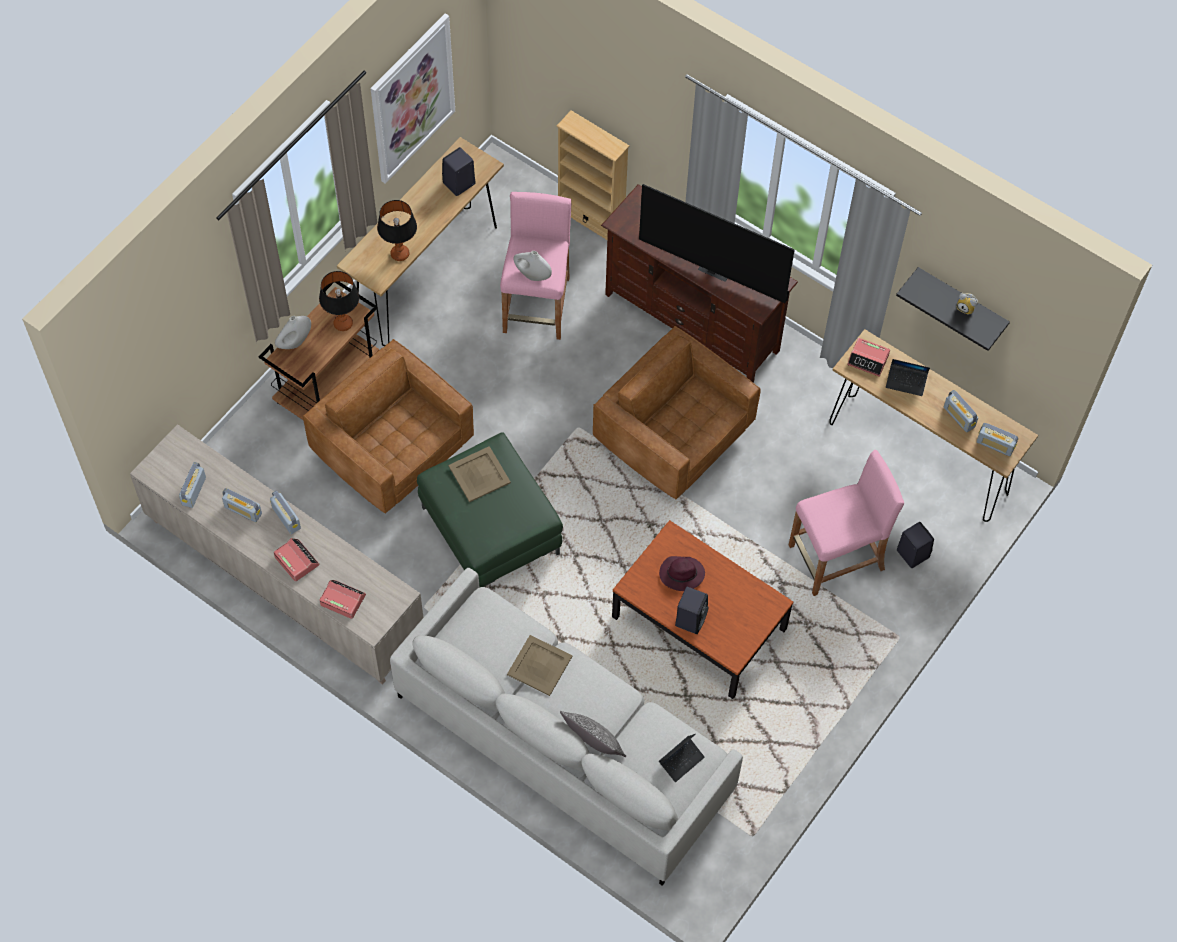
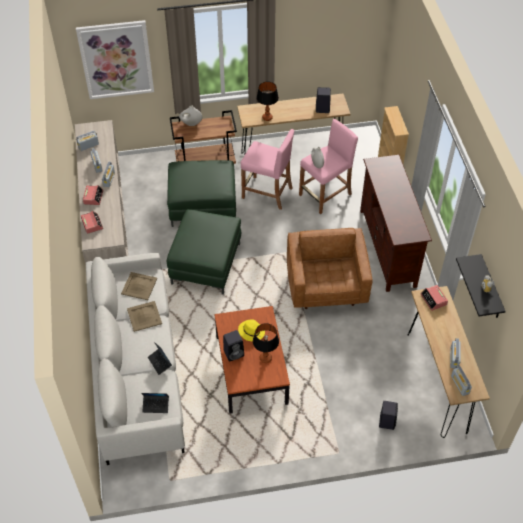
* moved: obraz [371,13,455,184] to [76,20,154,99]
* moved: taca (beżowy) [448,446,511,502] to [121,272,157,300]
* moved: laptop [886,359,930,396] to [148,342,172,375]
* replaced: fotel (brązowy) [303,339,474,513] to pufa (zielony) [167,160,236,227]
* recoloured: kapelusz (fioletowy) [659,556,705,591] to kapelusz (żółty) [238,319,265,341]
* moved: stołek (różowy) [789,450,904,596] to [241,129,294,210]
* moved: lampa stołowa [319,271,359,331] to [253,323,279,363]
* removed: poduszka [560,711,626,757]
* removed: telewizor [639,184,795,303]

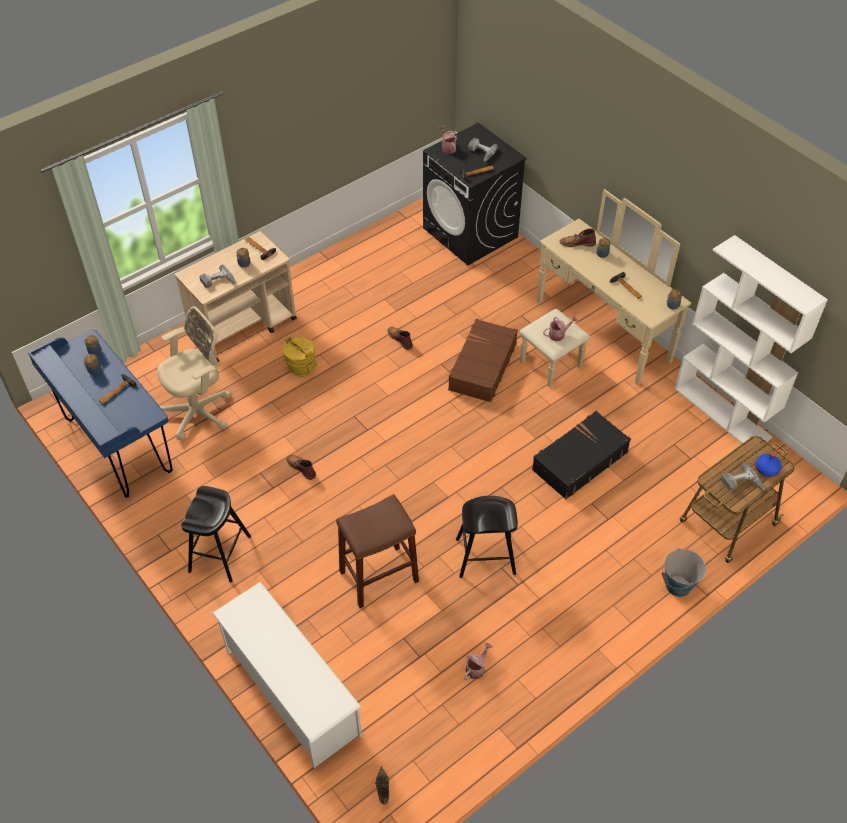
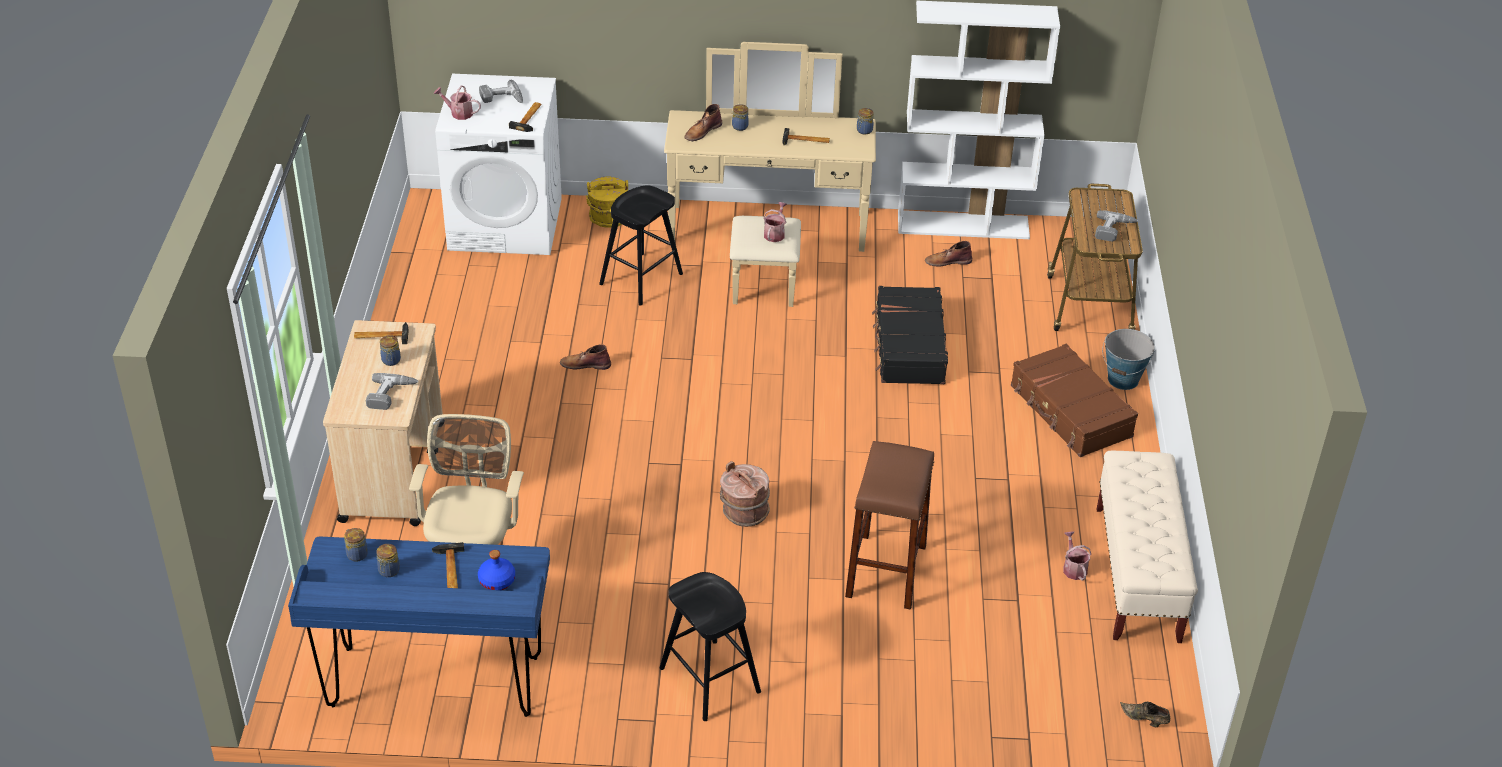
* recoloured: pralka (czarny) [423,122,527,265] to pralka (biały) [435,74,562,255]
* moved: butelka (niebieski) [755,451,781,477] to [478,550,515,590]
* moved: wiadro (żółty) [283,336,317,377] to [586,177,628,227]
* moved: stołek (czarny) [456,496,518,578] to [599,185,683,305]
* added: wiadro (brązowy) [720,461,770,527]
* moved: but z cholewką (brązowy) [286,455,316,480] to [925,241,972,267]
* moved: walizka (brązowy) [447,319,518,402] to [1011,344,1138,457]
* added: ławka (beżowy) [1097,451,1198,643]
* removed: regał na buty (biały) [213,582,362,768]

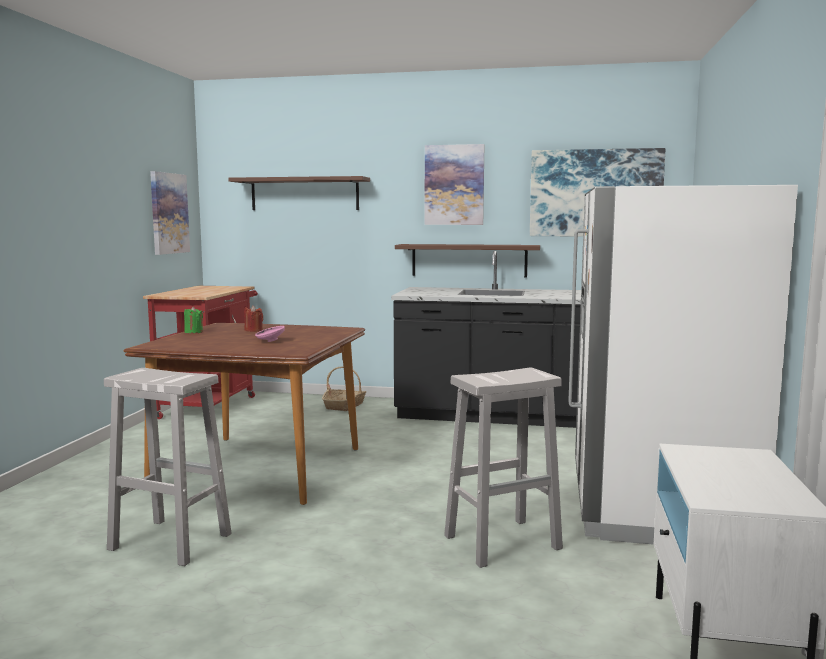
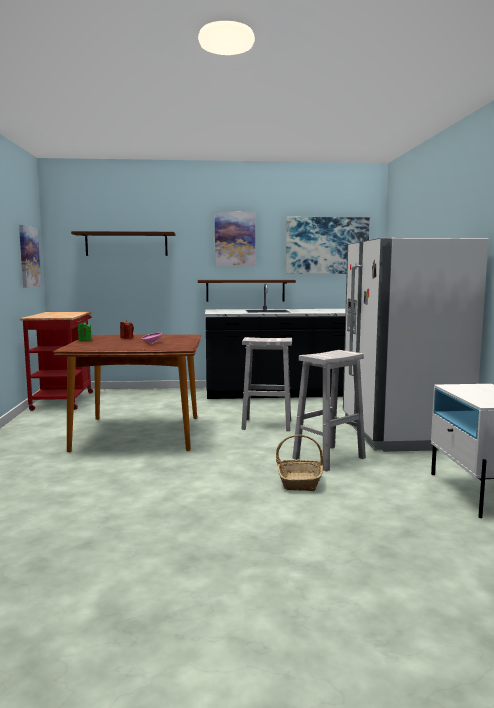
* moved: stołek (biały) [104,368,231,566] to [241,337,292,431]
* moved: koszyk [322,366,366,411] to [276,435,324,491]

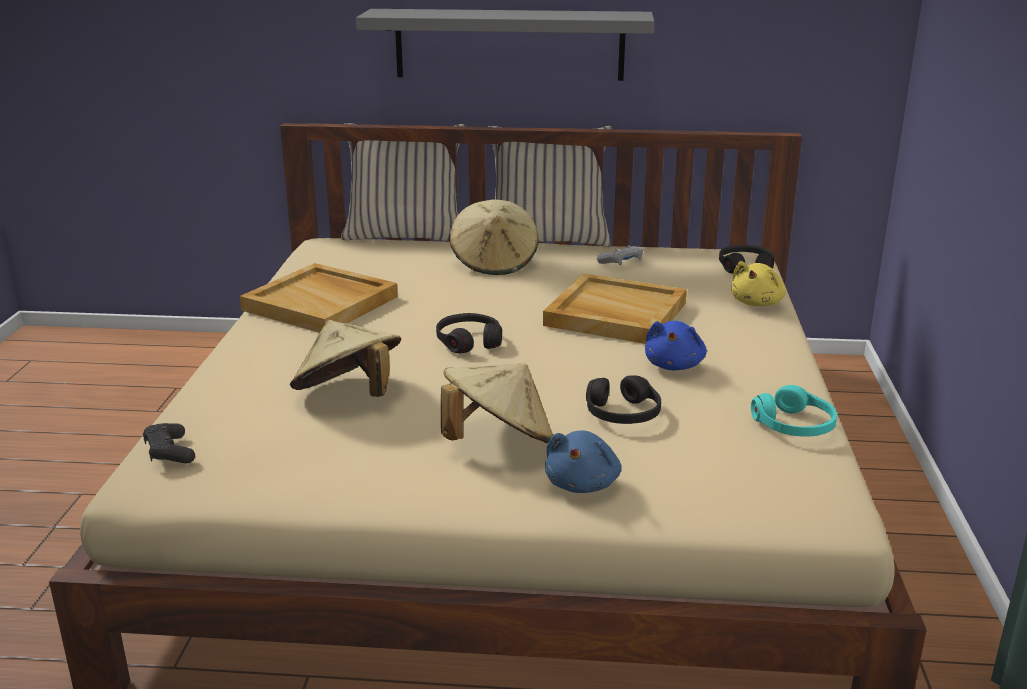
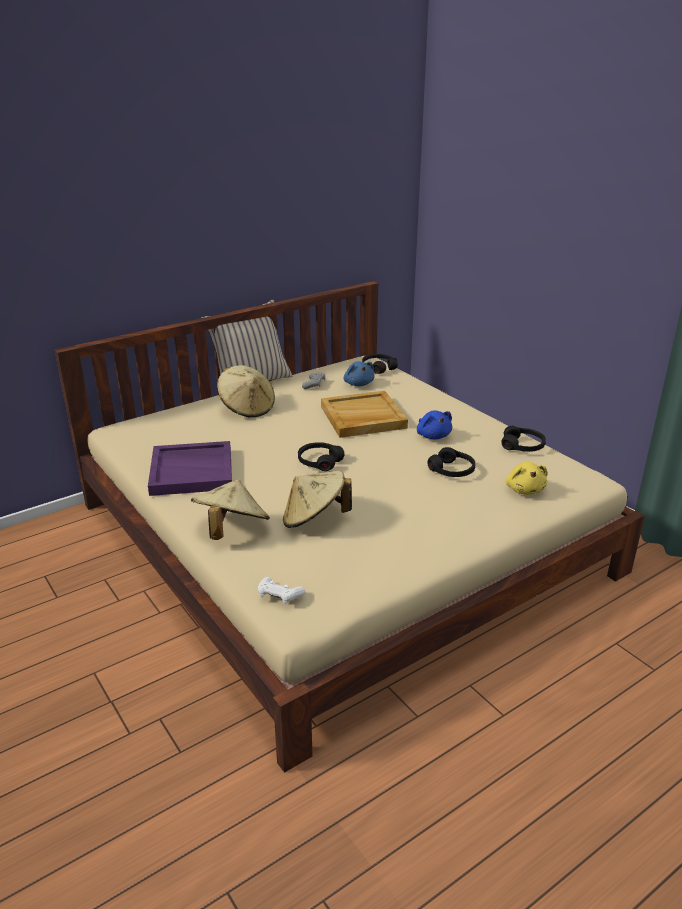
* recoloured: taca (beżowy) [240,263,398,333] to taca (fioletowy) [148,441,232,496]
* moved: kapelusz (beżowy) [441,363,553,443] to [191,479,270,540]
* recoloured: pad do gier (czarny) [143,423,195,463] to pad do gier (biały) [258,577,305,605]
* moved: pluszak (niebieski) [545,431,621,493] to [344,361,375,387]
* recoloured: słuchawki (turkusowy) [751,385,837,437] to słuchawki (czarny) [501,426,546,452]
* moved: pluszak (żółty) [731,261,786,306] to [506,462,548,495]
* removed: poduszka (beżowy) [341,123,466,241]
* removed: półka (szary) [356,9,654,81]

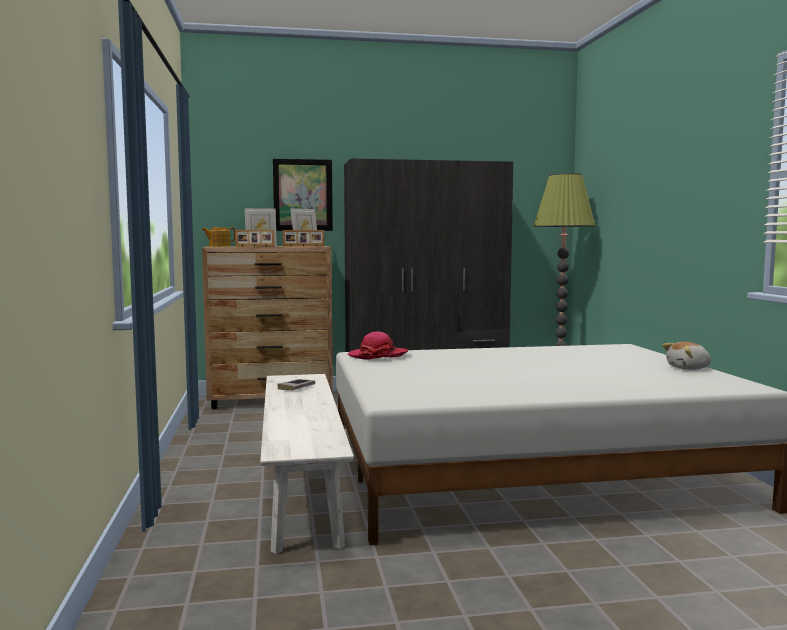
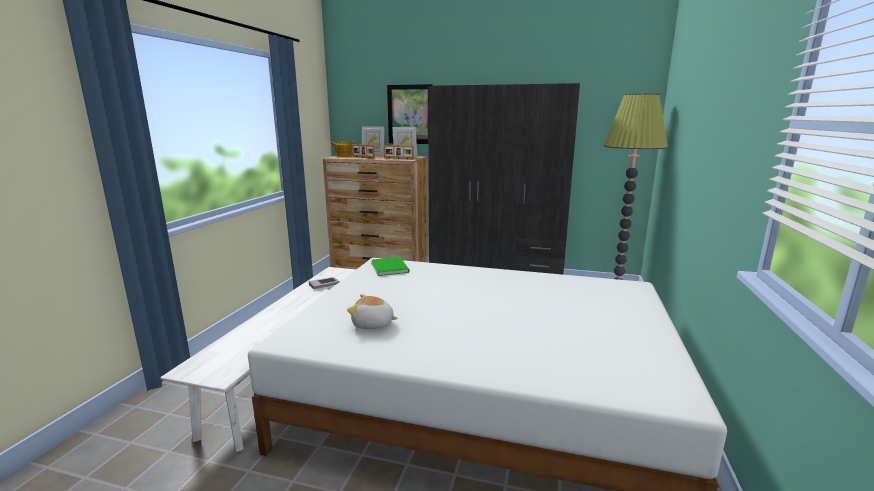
* moved: pluszak [662,342,711,370] to [347,294,398,329]
* replaced: kapelusz [348,332,409,360] to książka (zielony) [371,257,410,276]

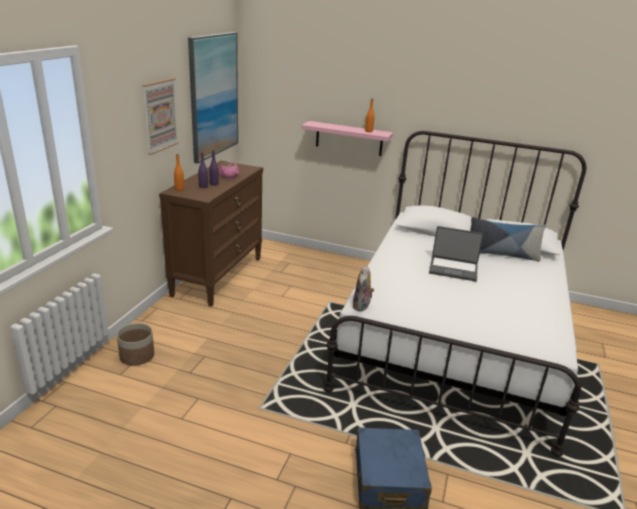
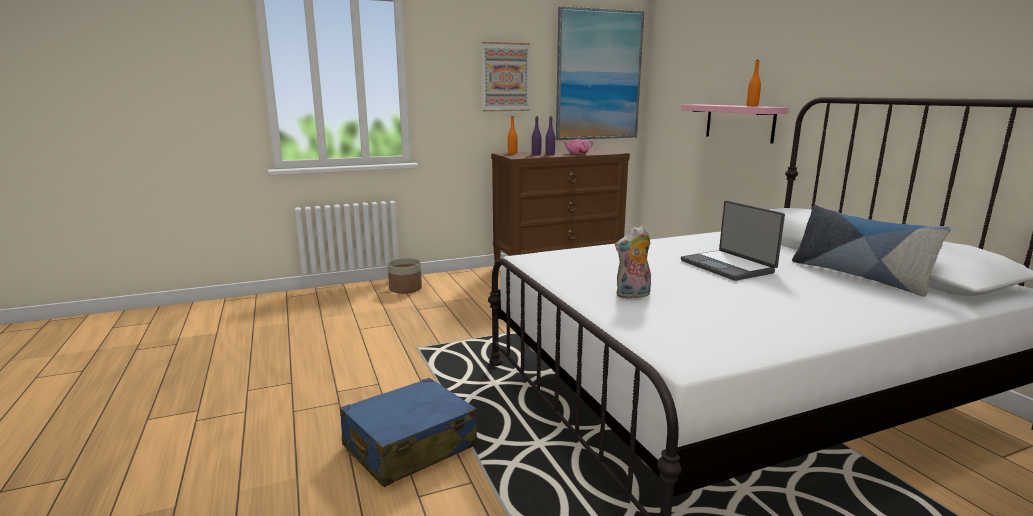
* moved: pluszak [352,266,374,312] to [615,225,651,299]

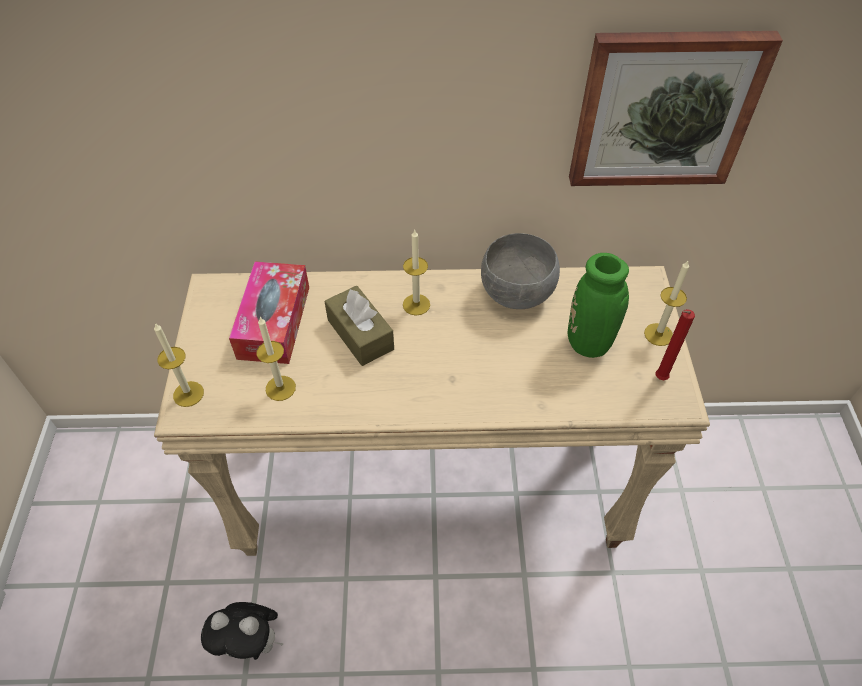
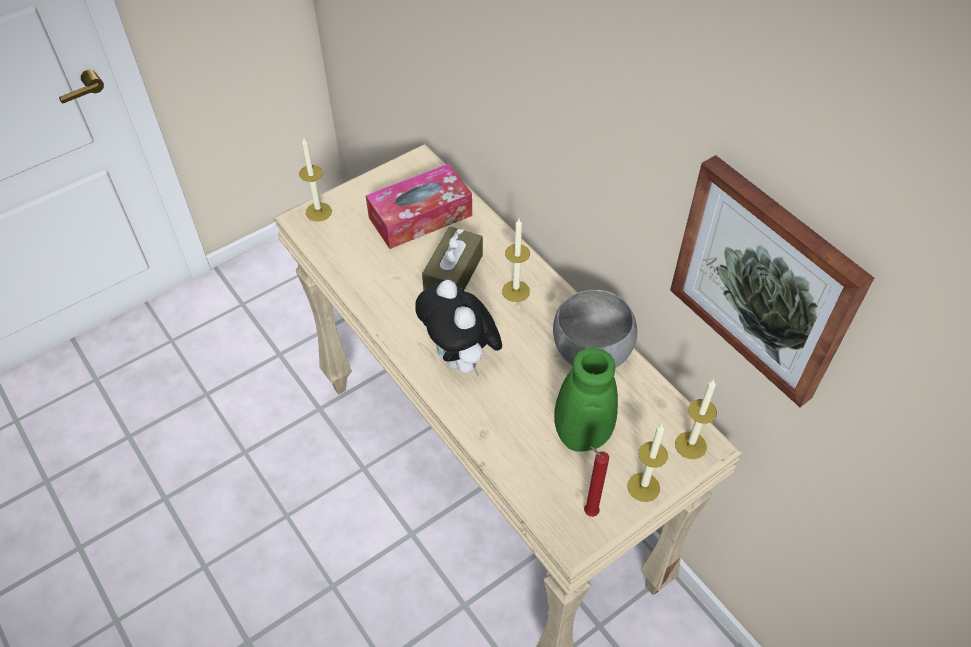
* moved: pluszak [201,602,284,660] to [415,280,502,377]
* moved: świeca [256,317,296,401] to [675,379,717,459]

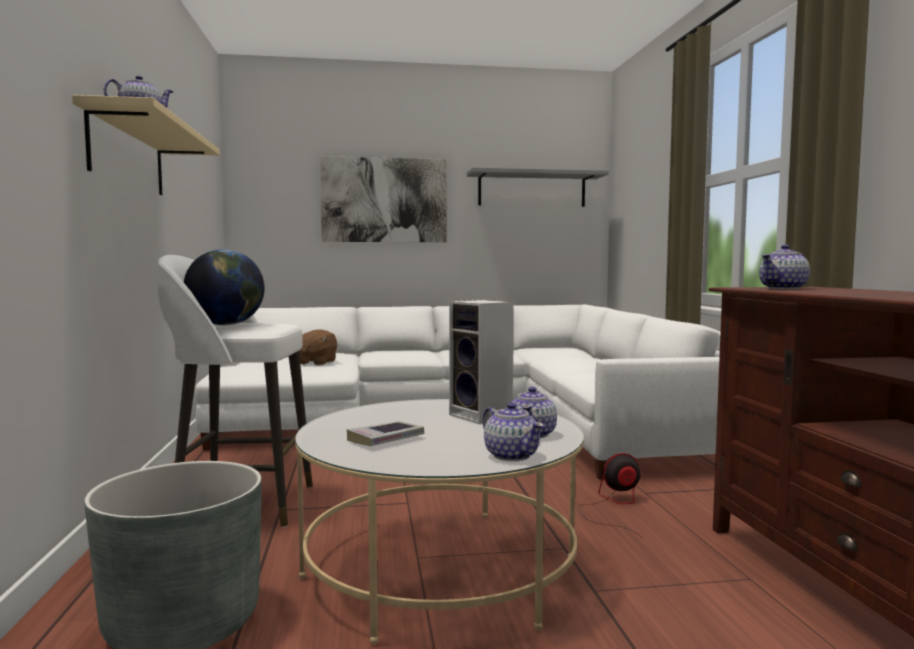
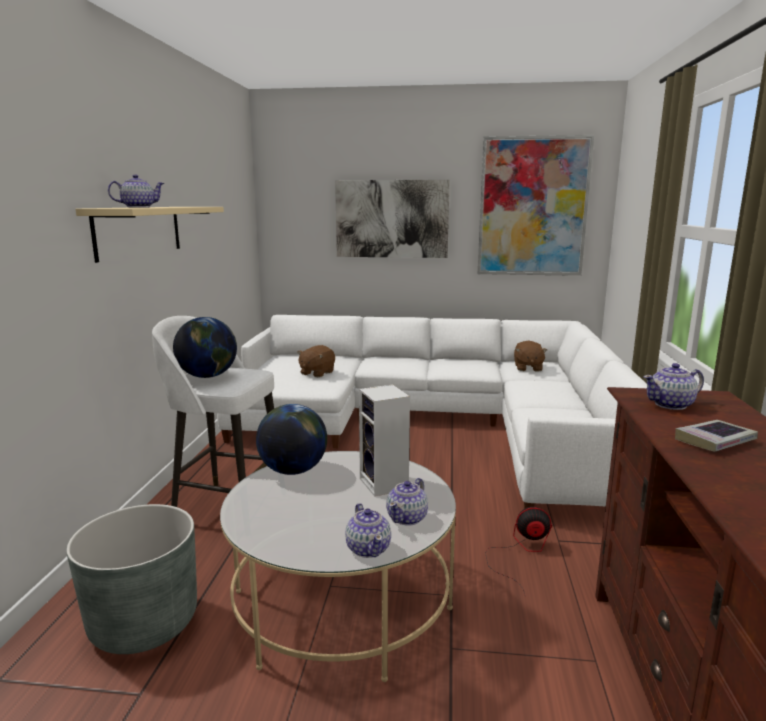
* added: globus [256,404,327,475]
* replaced: półka (szary) [466,167,609,207] to obraz [478,135,594,276]
* added: pluszak (brązowy) [514,341,547,372]
* moved: książka [347,421,424,446] to [675,420,758,452]

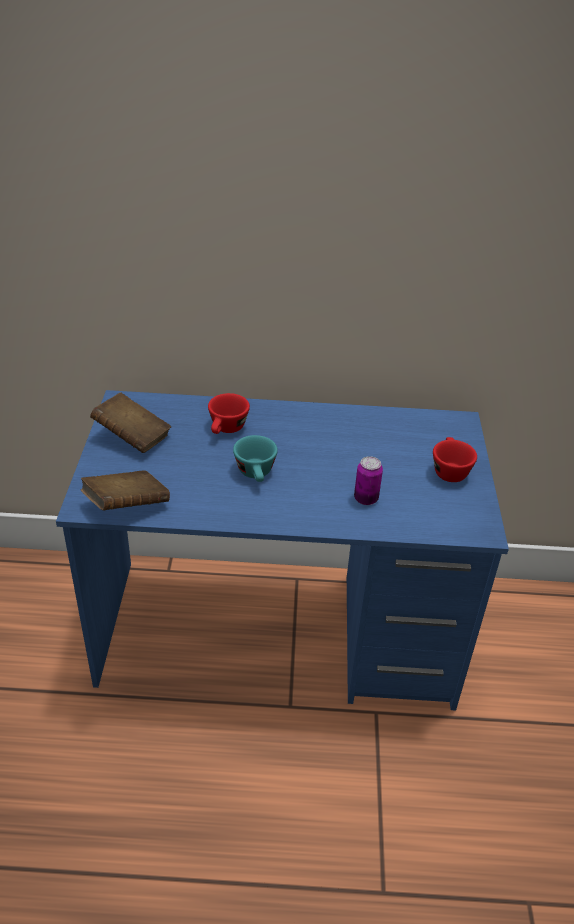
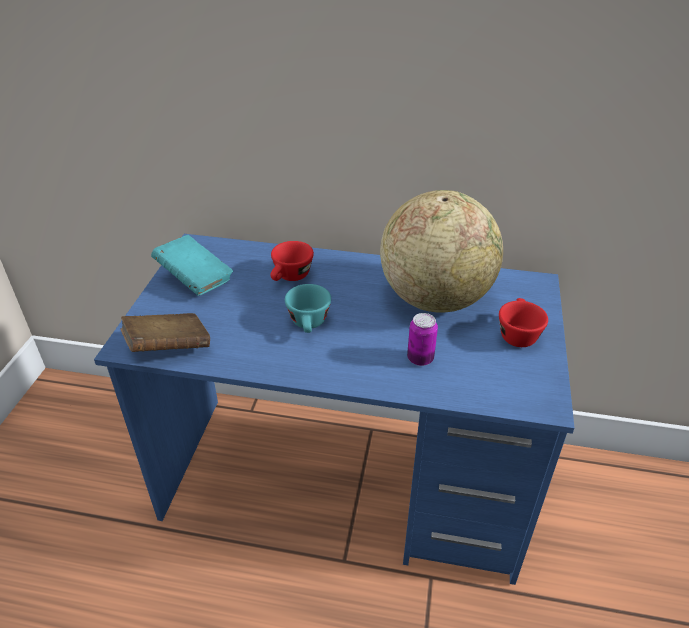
* recoloured: książka (brązowy) [90,392,171,453] to książka (turkusowy) [151,235,233,296]
* added: globus [380,190,503,313]

